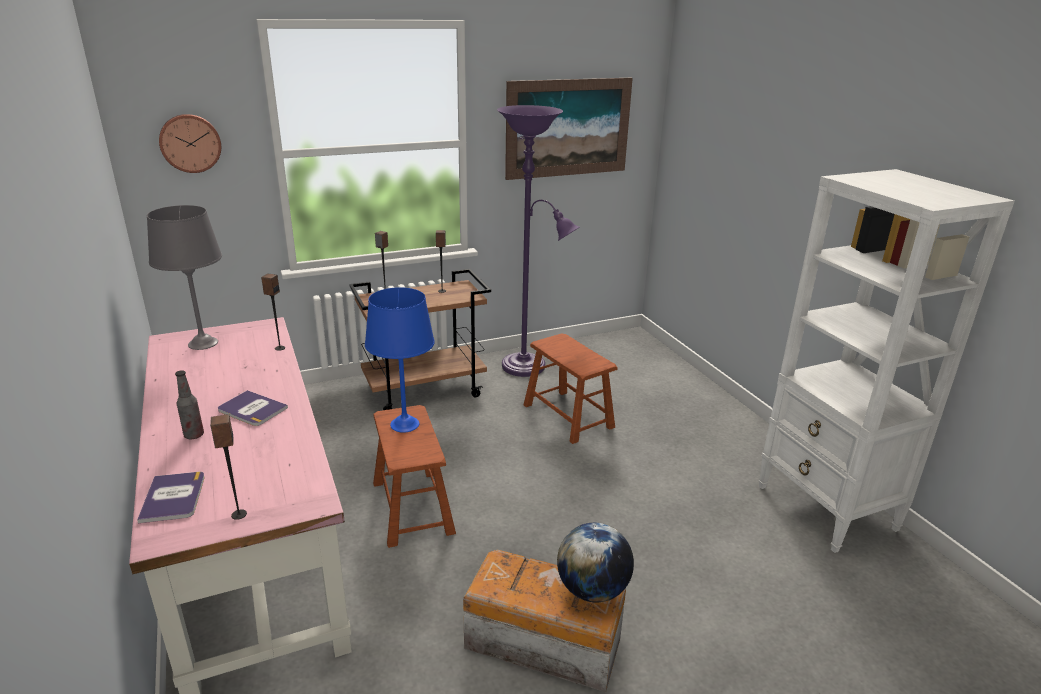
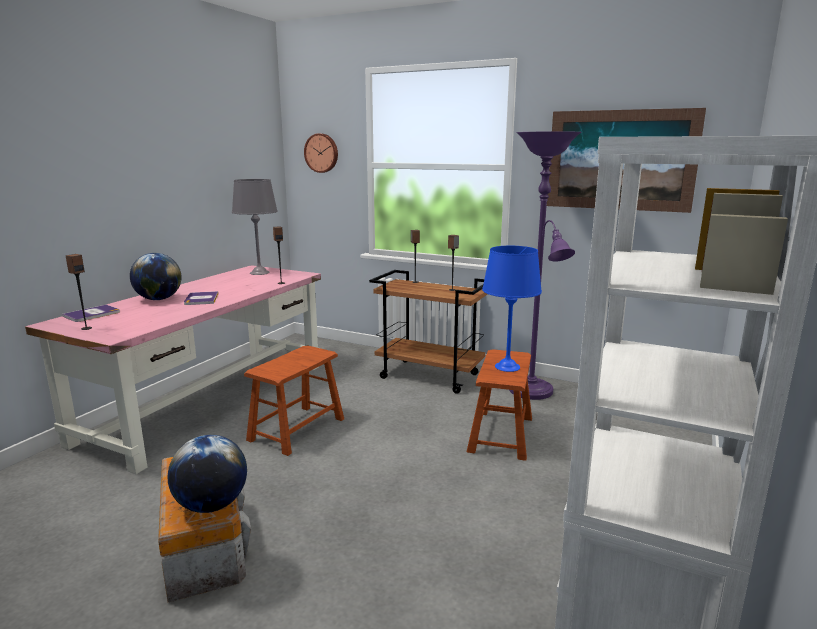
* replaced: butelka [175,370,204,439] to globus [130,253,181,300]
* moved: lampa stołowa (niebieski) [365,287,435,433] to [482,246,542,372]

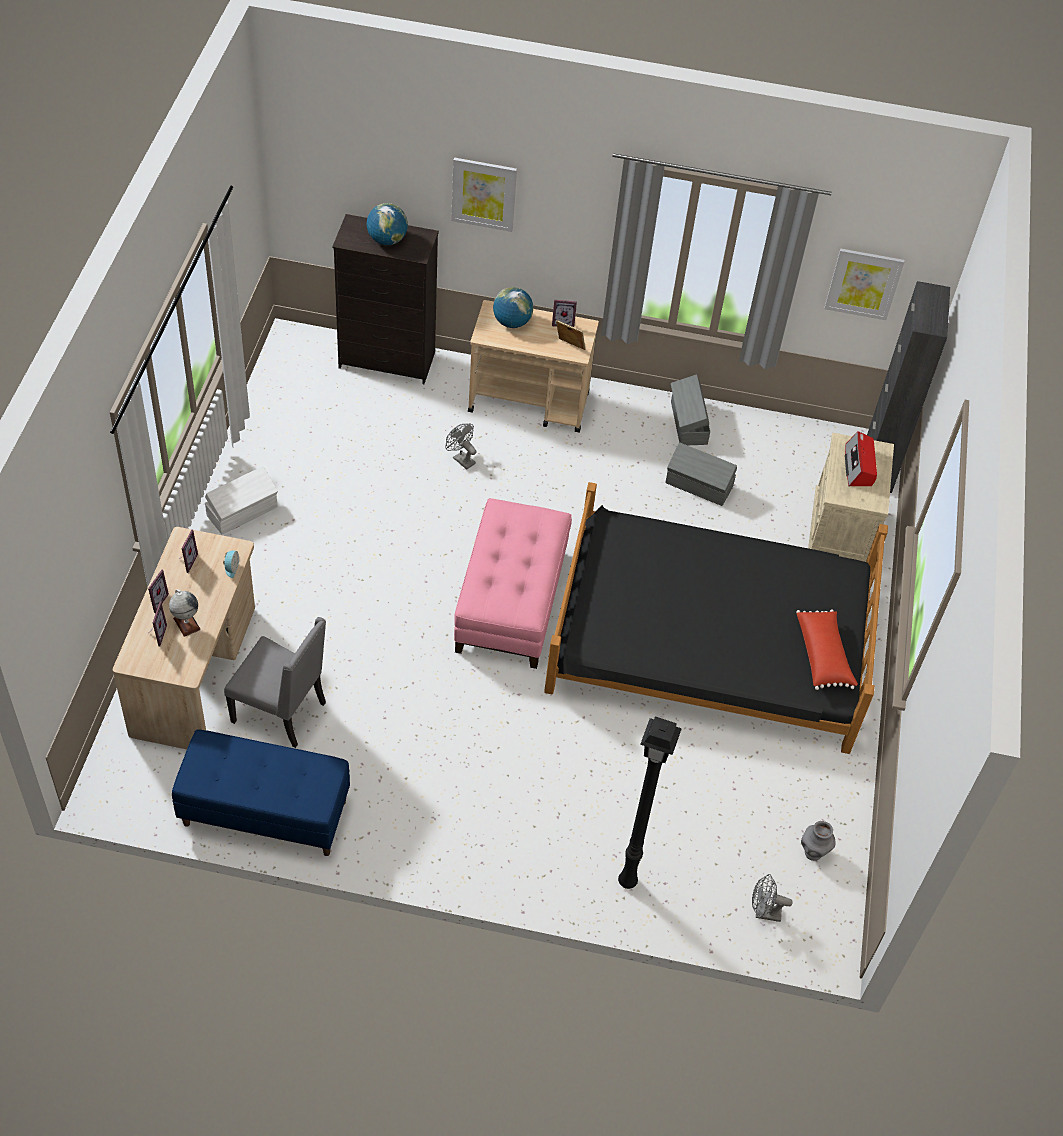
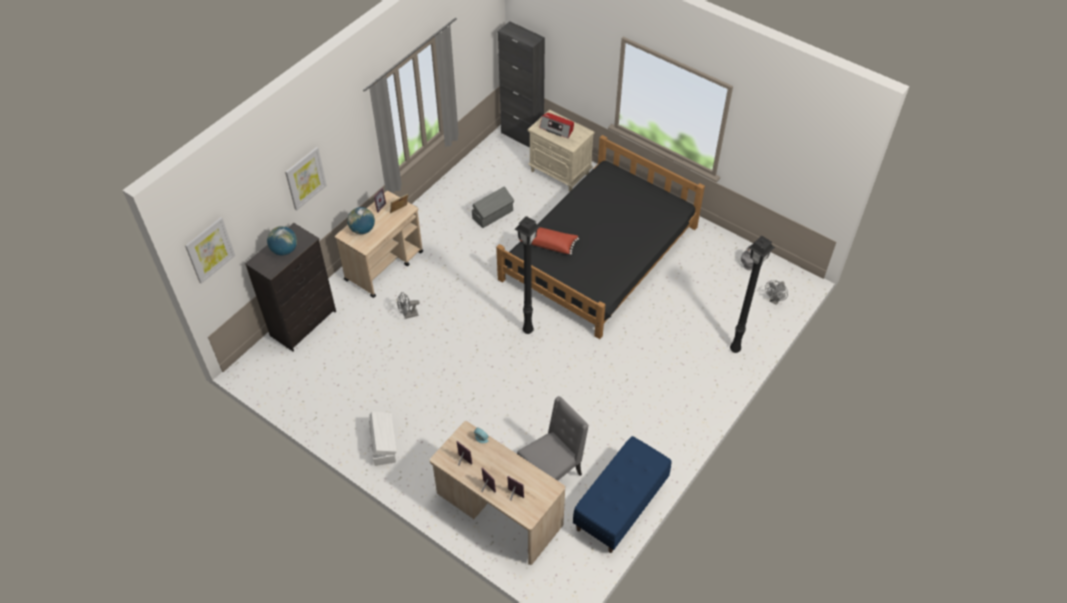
* moved: obraz [824,249,905,320] to [185,217,235,284]
* replaced: pufa (różowy) [454,498,572,669] to lampa stojąca (czarny) [515,216,540,334]
* moved: poduszka (czerwony) [796,610,858,690] to [518,227,579,255]
* removed: globus [169,589,201,637]
* removed: pojemnik do przechowywania (szary) [671,374,710,445]

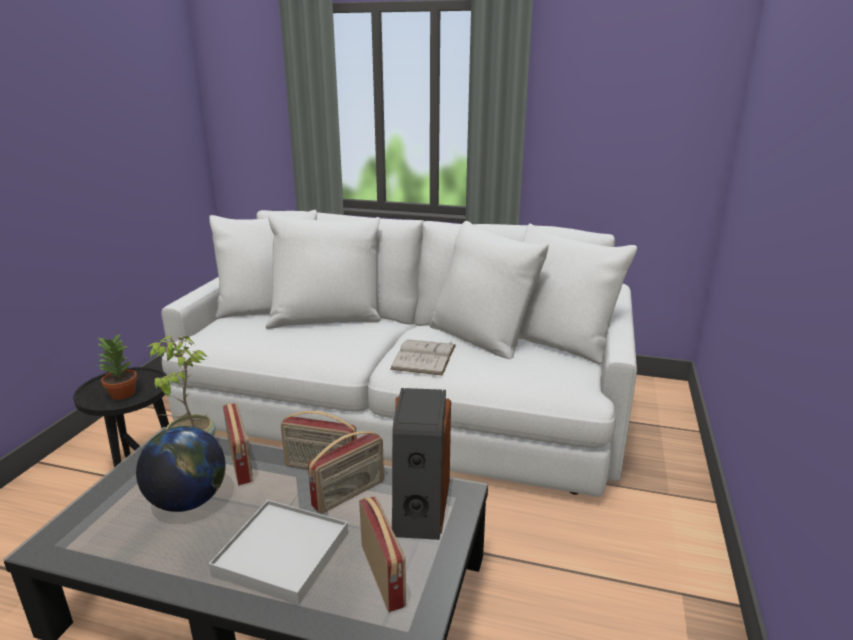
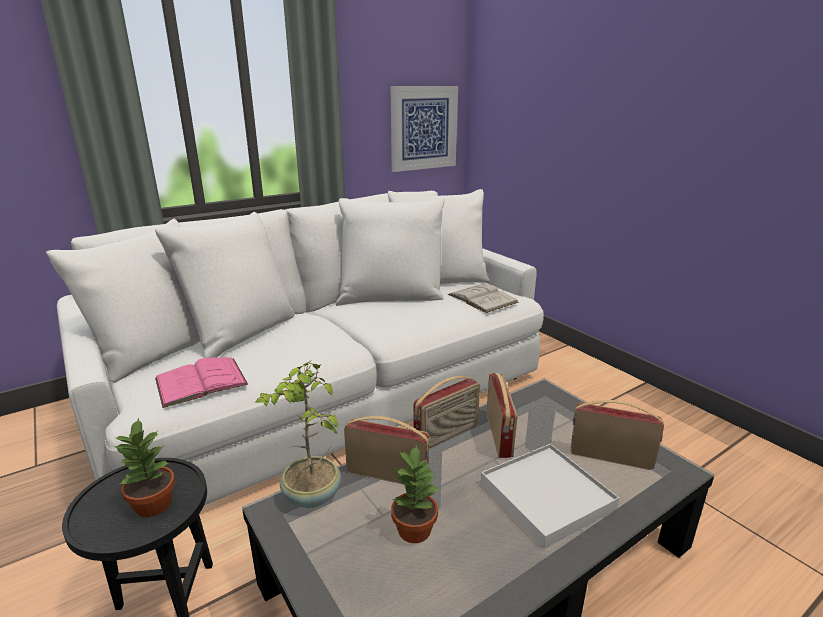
* added: książka (różowy) [155,357,248,408]
* added: obraz [391,86,458,172]
* replaced: globus [136,426,226,512] to roślina doniczkowa [391,445,440,543]
* moved: książka (biały) [390,339,456,376] to [448,282,519,313]
* removed: głośnik [392,388,451,540]

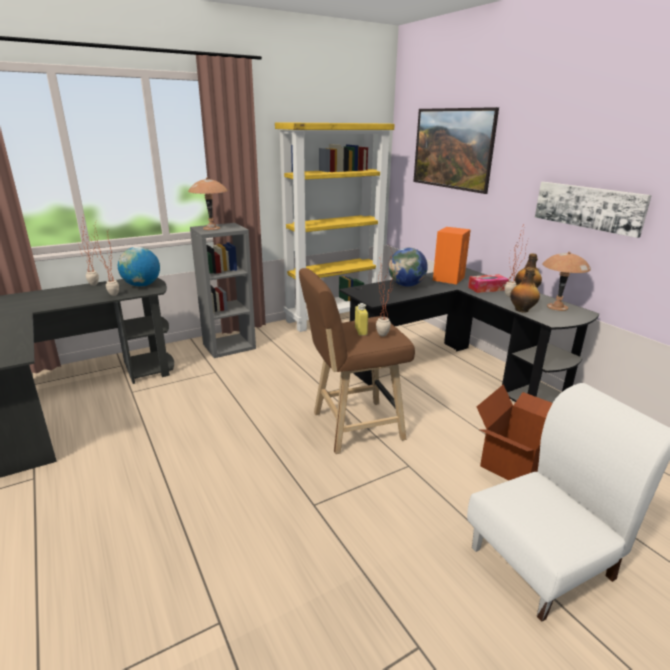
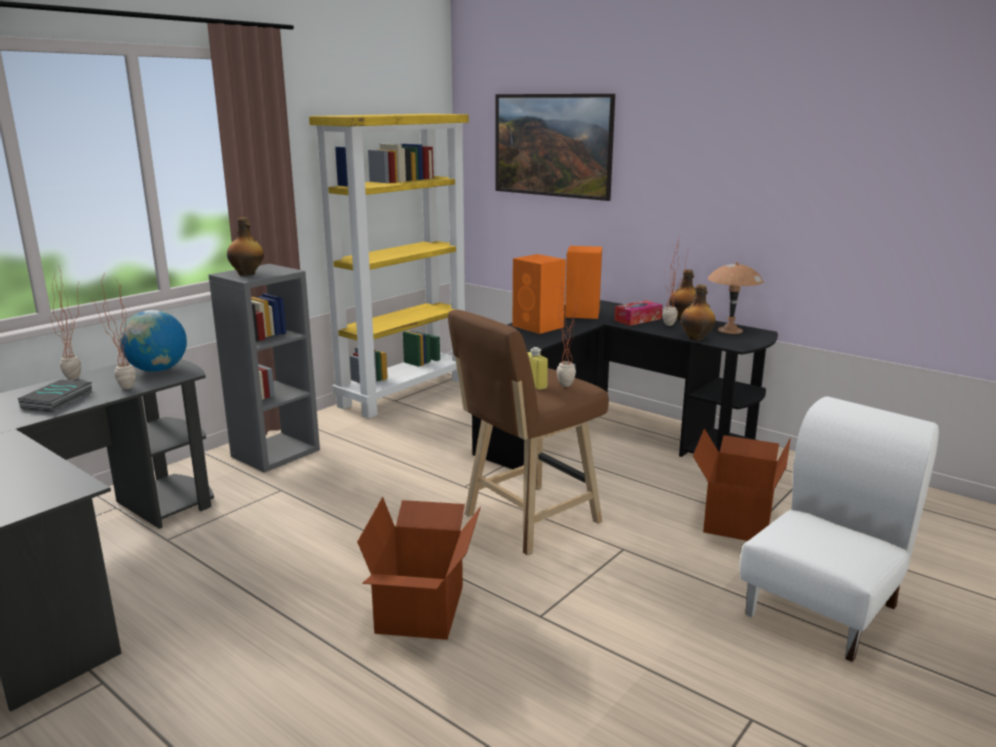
* added: książka [18,379,93,412]
* replaced: lampa stołowa (brązowy) [188,177,228,230] to butelka [227,217,264,276]
* added: karton [357,497,481,640]
* replaced: globus [389,248,428,287] to głośnik (pomarańczowy) [513,254,566,334]
* removed: obraz [535,182,652,238]

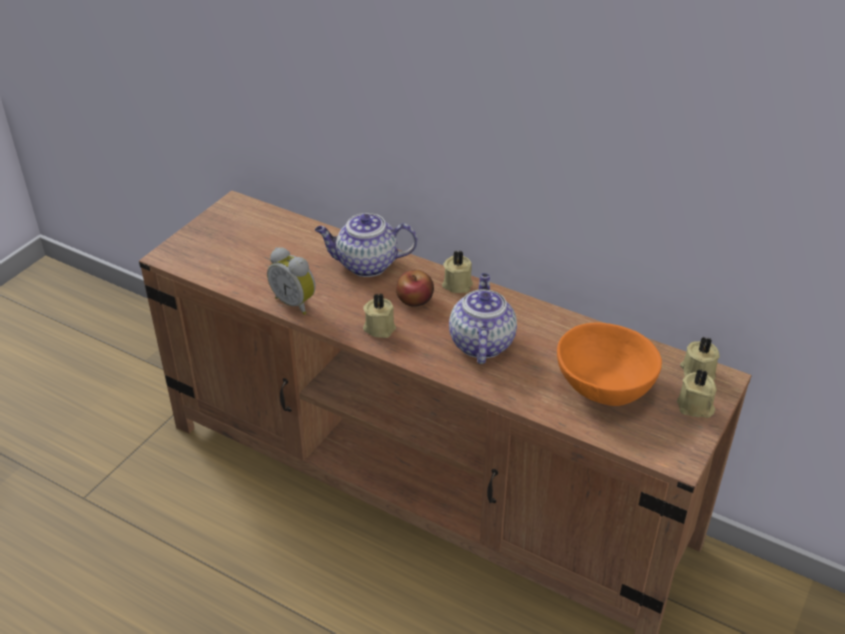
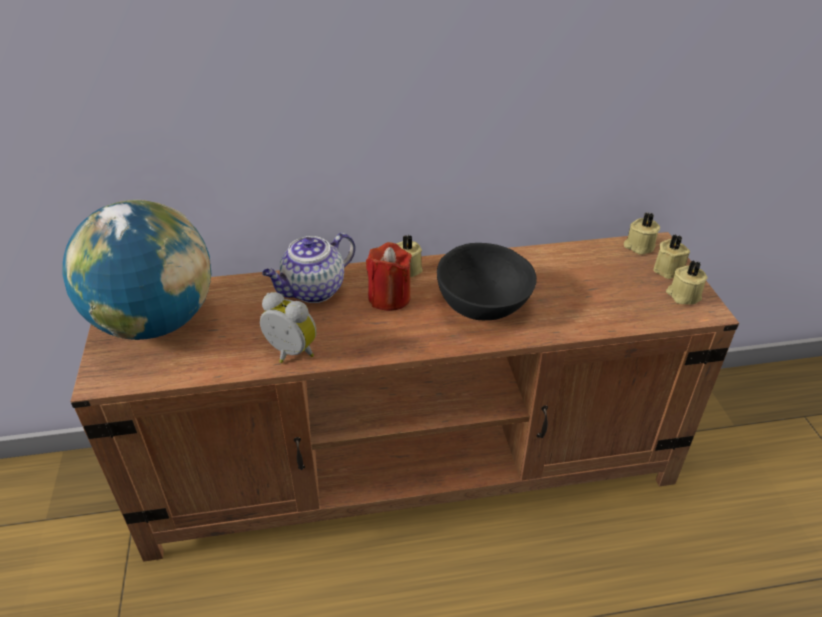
* added: globus [62,200,211,340]
* turned: budzik [267,247,316,315] = [260,292,317,363] 150 degrees counterclockwise
* replaced: jabłko [396,270,434,307] to świeca (czerwony) [366,242,412,311]
* replaced: imbryk [449,273,517,364] to miska (czarny) [437,243,537,320]
* moved: świeca (beżowy) [363,293,396,338] to [666,260,708,305]
* removed: miska (pomarańczowy) [557,323,662,406]

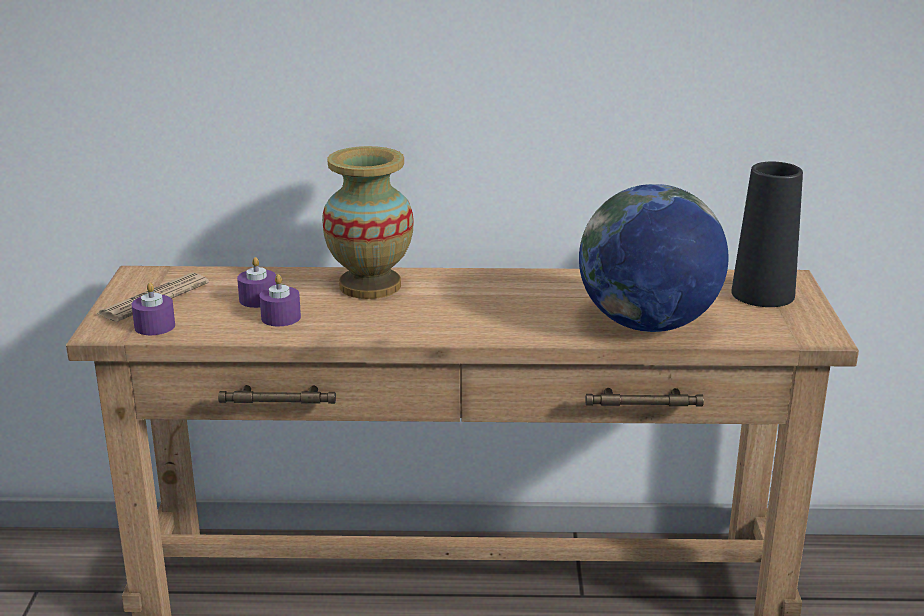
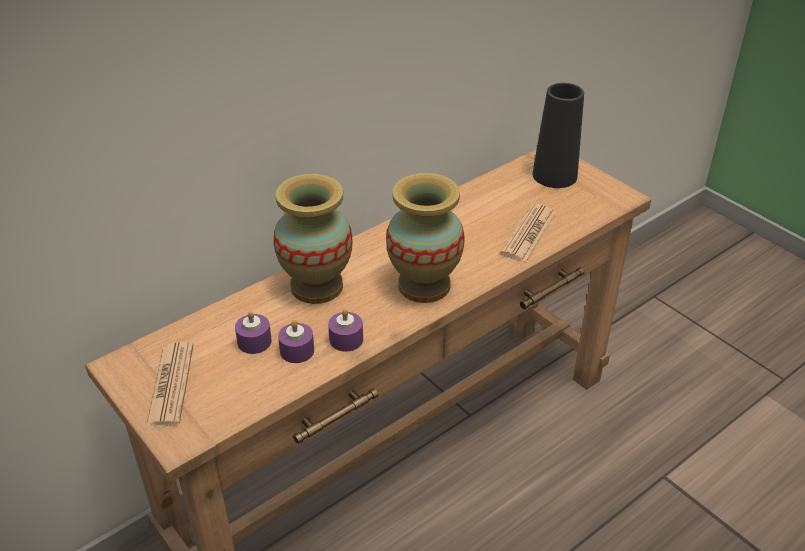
* moved: świeca (fioletowy) [131,283,175,335] to [328,309,363,352]
* added: wazon [386,173,465,303]
* replaced: globus [579,184,729,332] to gazeta [501,204,556,262]

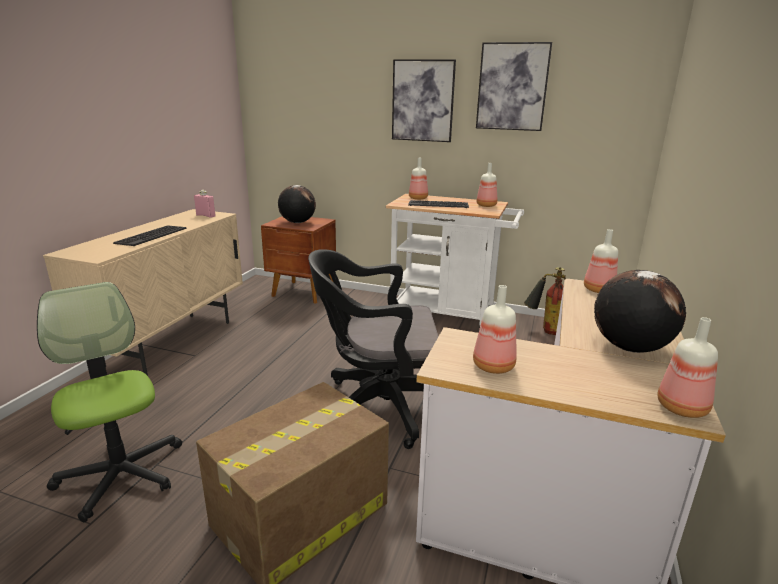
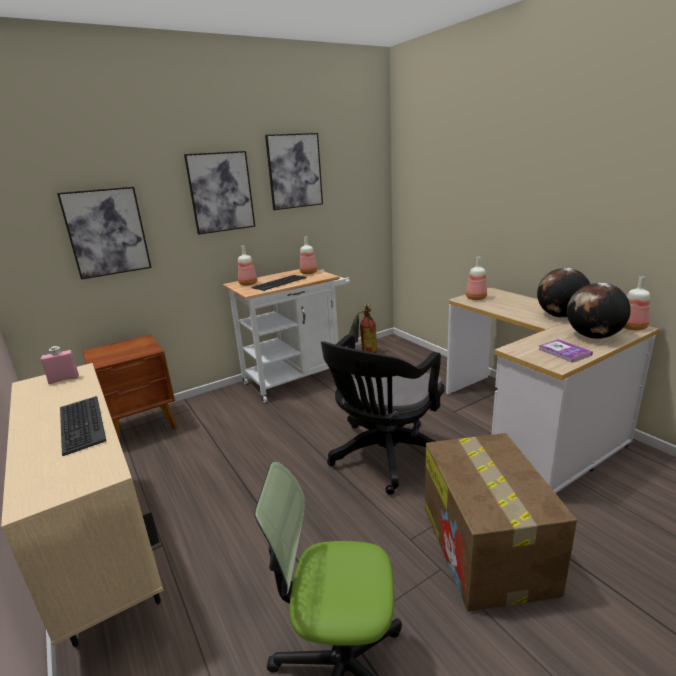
* added: obraz [57,187,151,280]
* replaced: butelka [473,285,517,374] to książka [539,339,593,363]
* moved: globus [278,185,316,223] to [567,283,631,339]

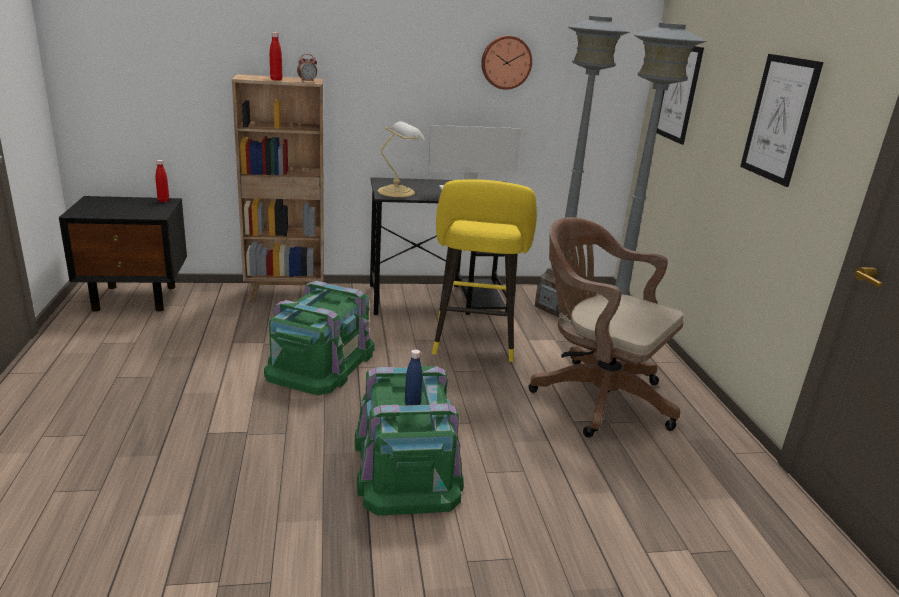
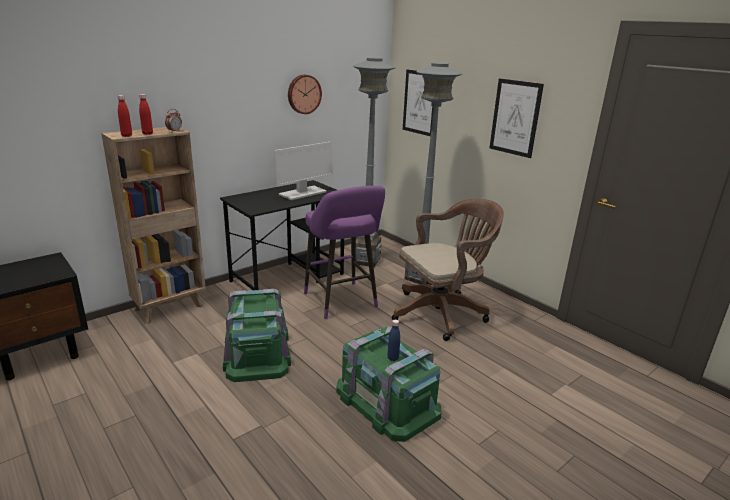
* moved: butelka (czerwony) [155,160,169,202] to [117,95,132,137]
* recoloured: stołek (żółty) [432,179,537,362] to stołek (fioletowy) [304,186,385,319]
* turned: krzesło biurowe (brązowy) [528,217,684,437] = [392,198,504,341] 150 degrees clockwise
* removed: lampa stołowa [378,122,425,197]

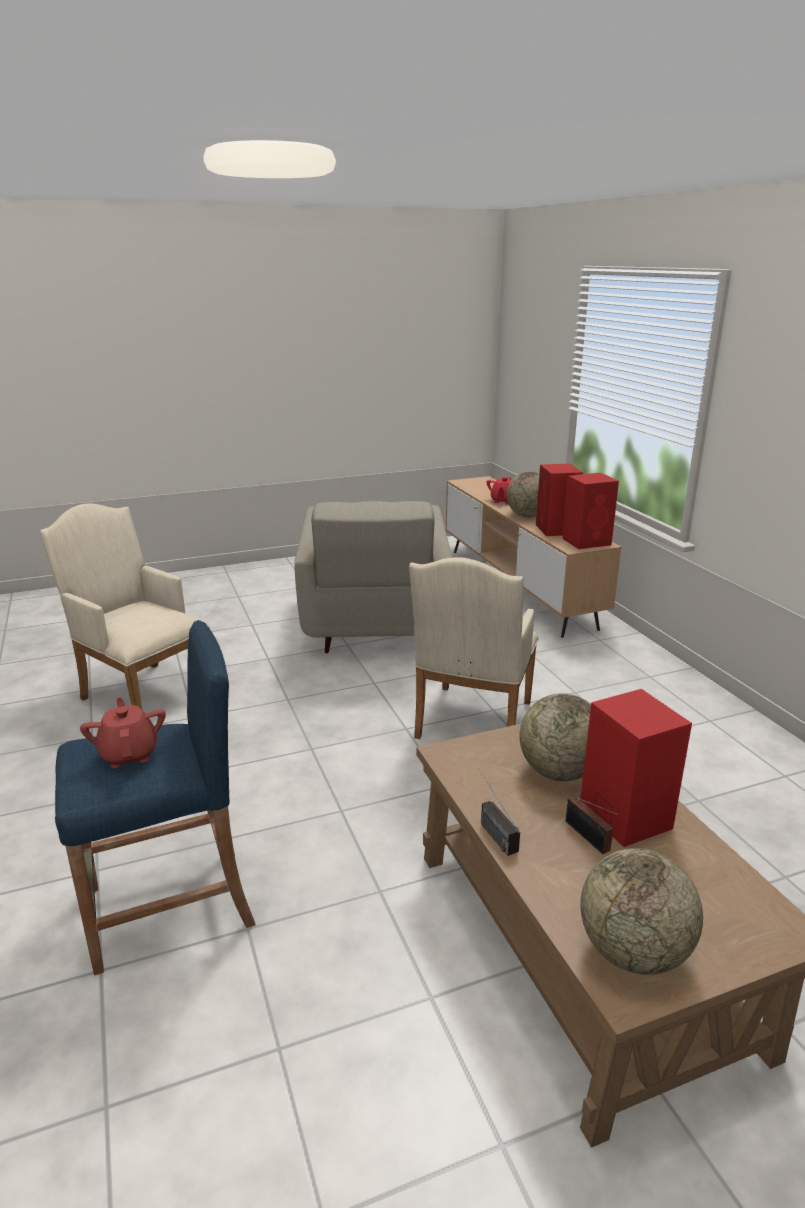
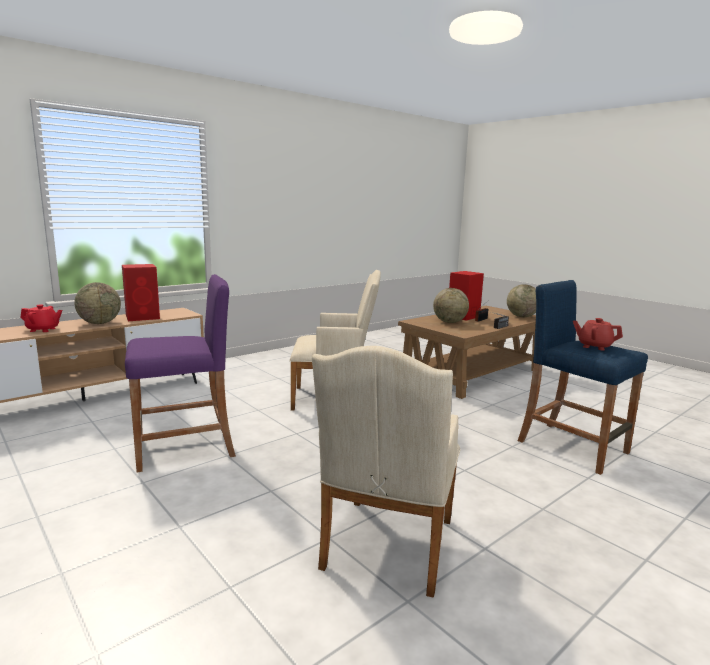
* replaced: fotel (beżowy) [294,501,452,653] to stołek (fioletowy) [125,274,236,472]
* turned: imbryk (czerwony) [80,697,166,768] = [573,318,623,351] 75 degrees clockwise
* removed: głośnik (czerwony) [562,473,619,549]

